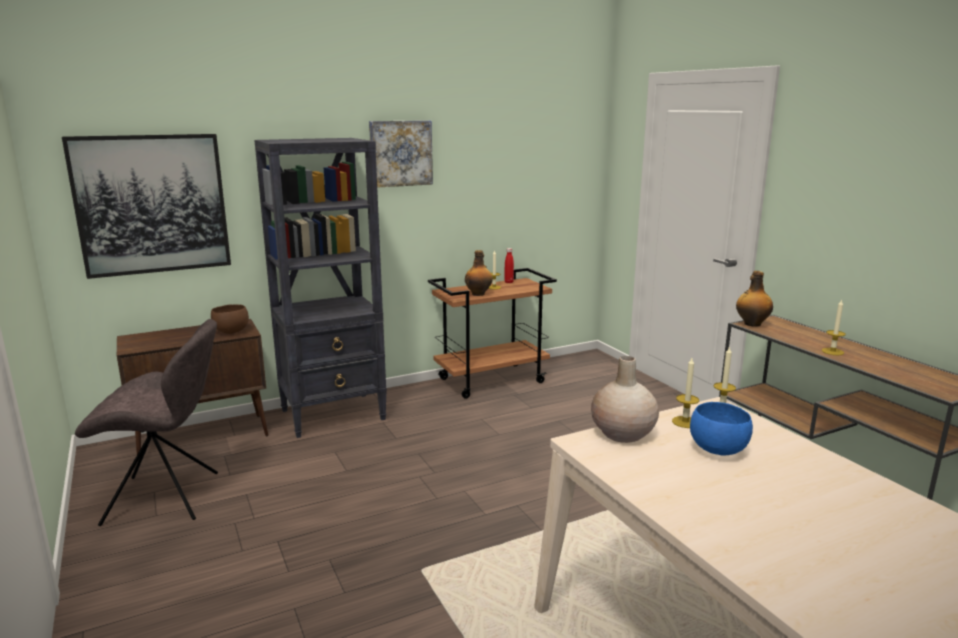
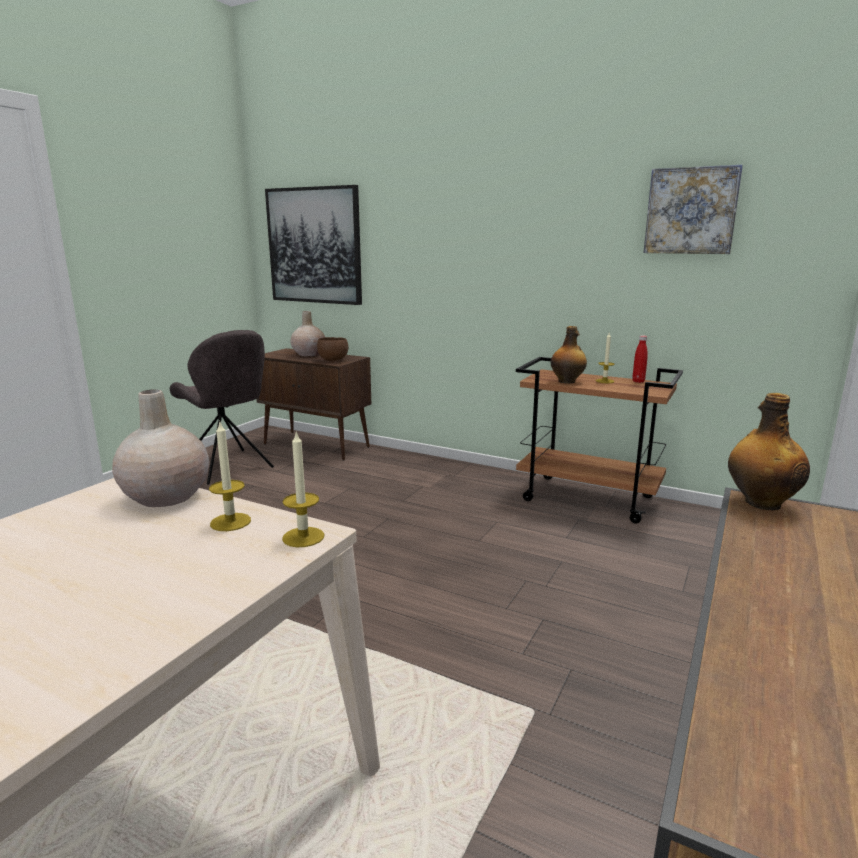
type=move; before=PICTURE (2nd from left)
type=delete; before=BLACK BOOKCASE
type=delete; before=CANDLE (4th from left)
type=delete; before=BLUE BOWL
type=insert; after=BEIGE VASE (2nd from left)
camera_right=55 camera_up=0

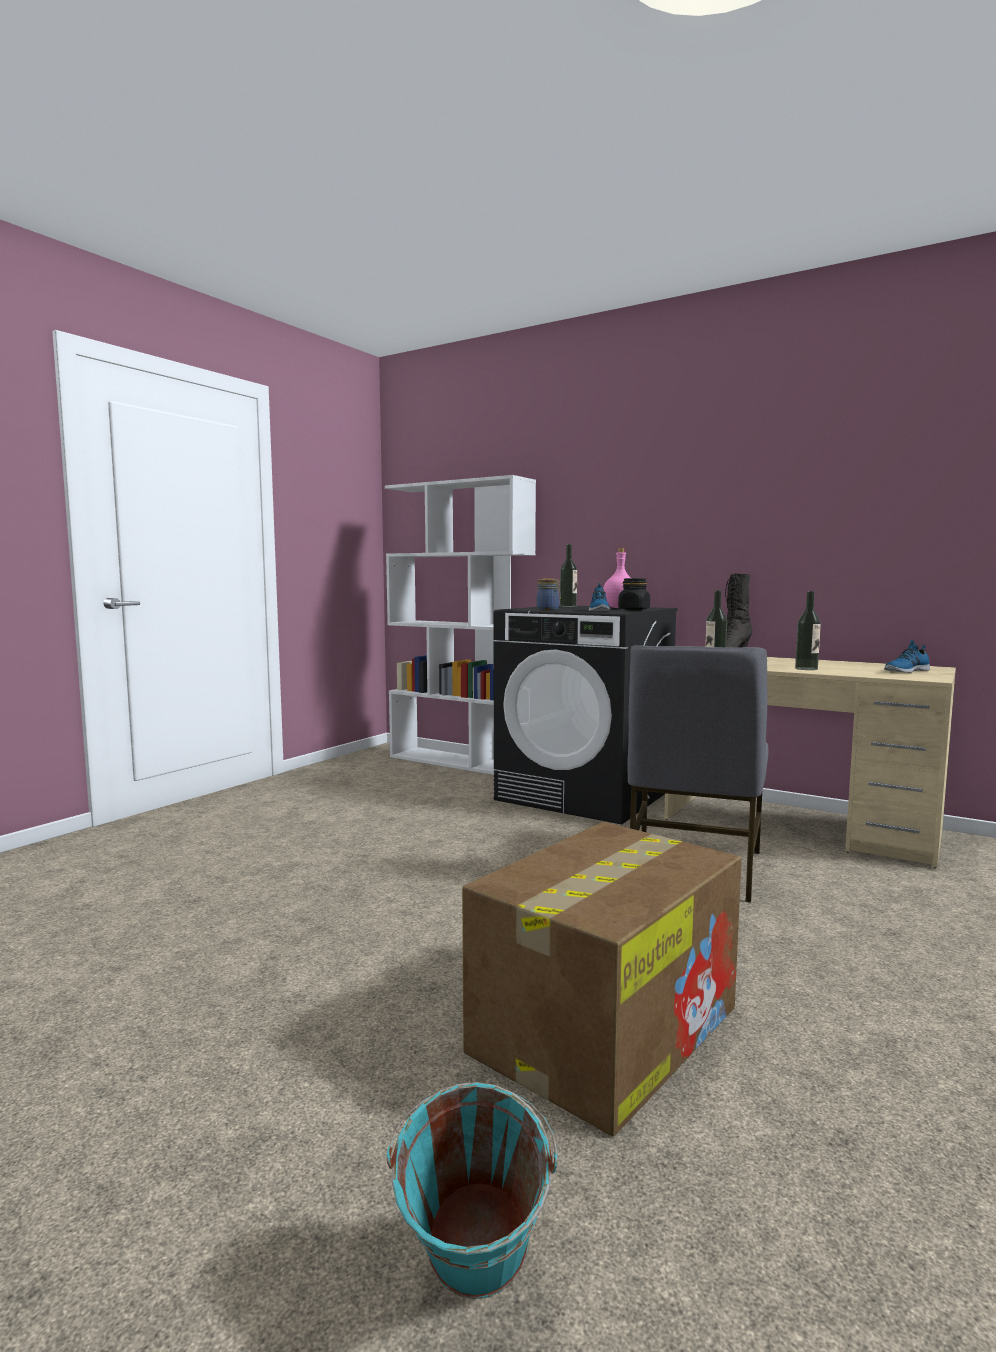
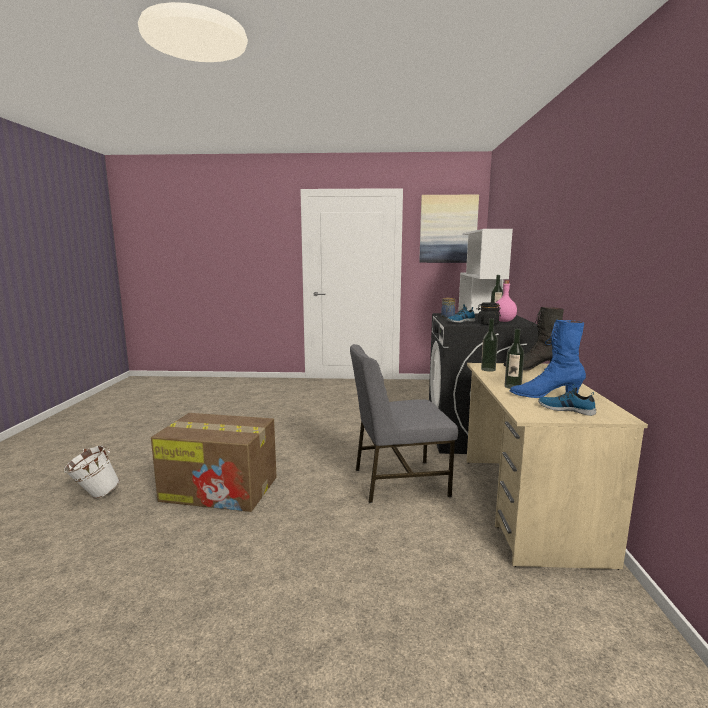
type=recolor; before=TURQUOISE BUCKET; after=WHITE BUCKET
type=insert; after=PICTURE
type=insert; after=BLUE BOOT
camera_right=60 camera_up=5

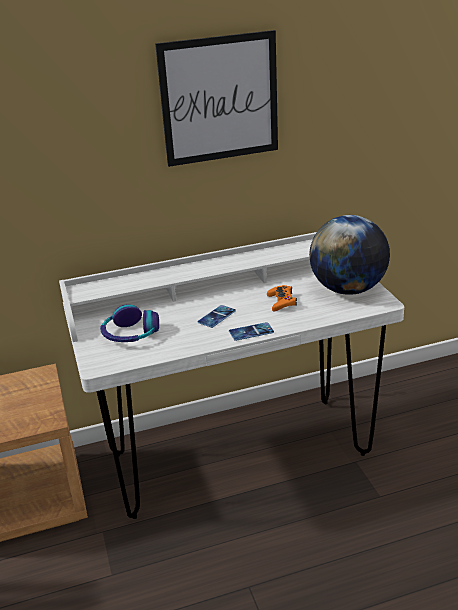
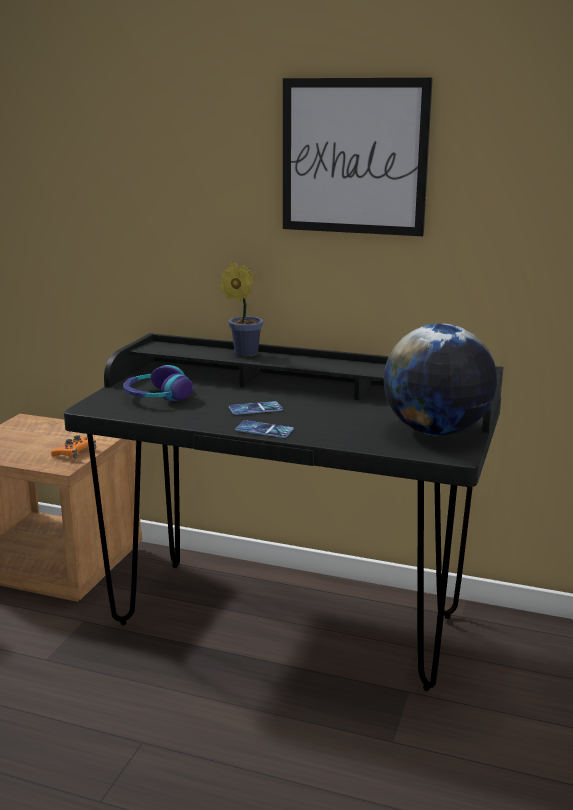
type=recolor; before=WHITE DESK; after=BLACK DESK
type=move; before=ORANGE GAME CONTROLLER
type=insert; after=POTTED PLANT
camera_right=35 camera_up=-10

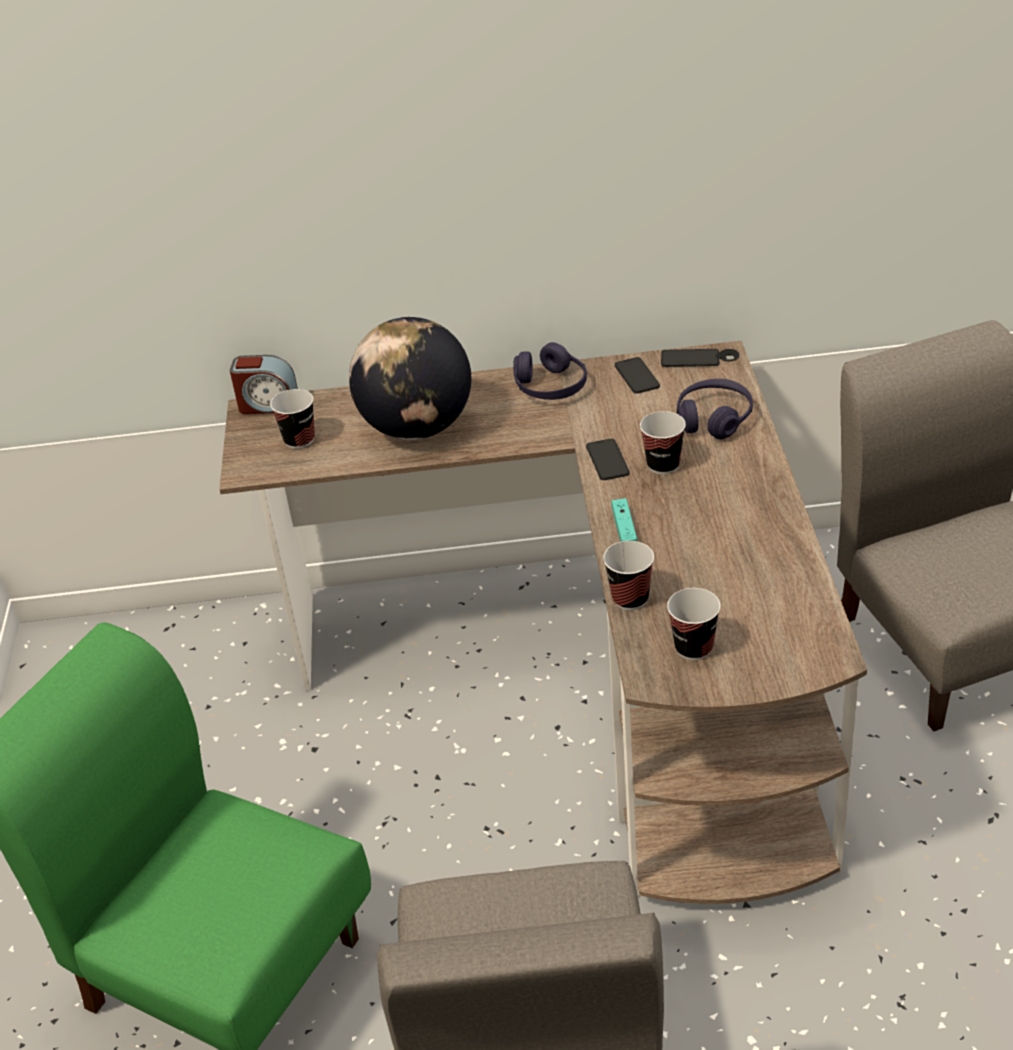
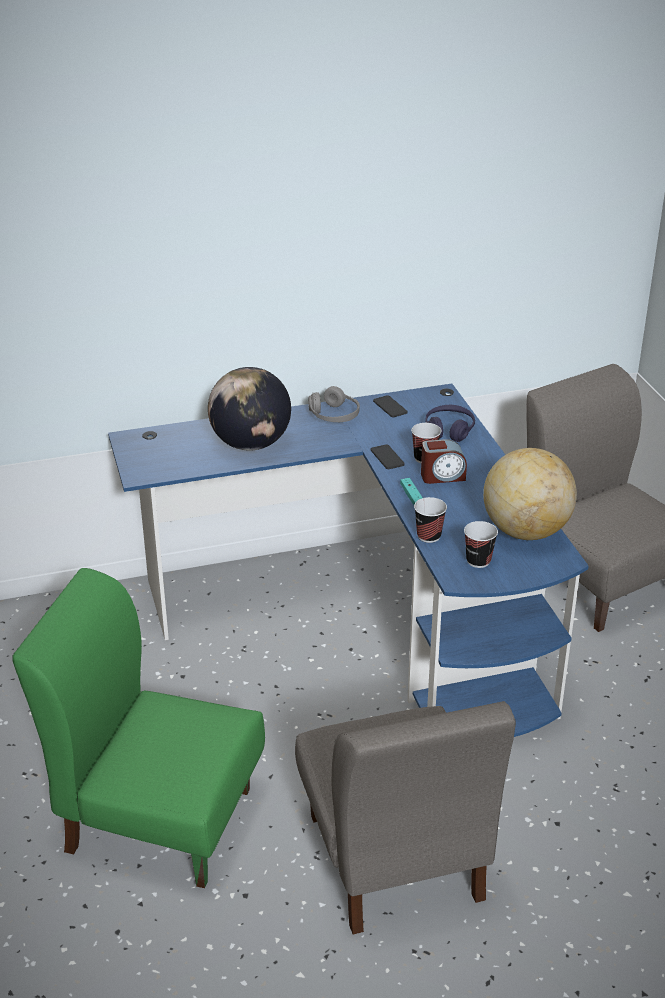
type=recolor; before=BROWN DESK; after=BLUE DESK
type=recolor; before=PURPLE HEADPHONES (1st from left); after=GREY HEADPHONES
type=delete; before=PHONE (3rd from left)
type=move; before=ALARM CLOCK
type=delete; before=CUP (1st from left)
type=insert; after=GLOBE (2nd from left)
camera_right=-15 camera_up=-5

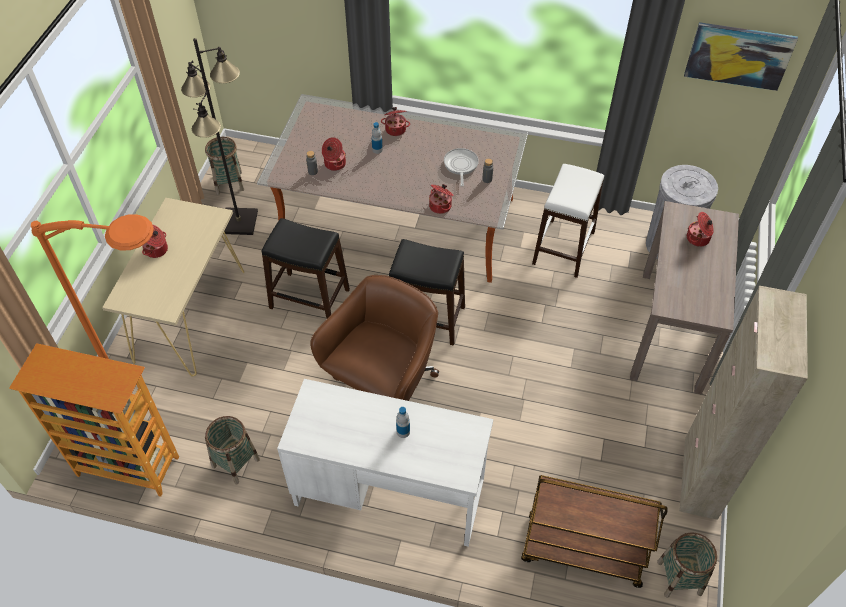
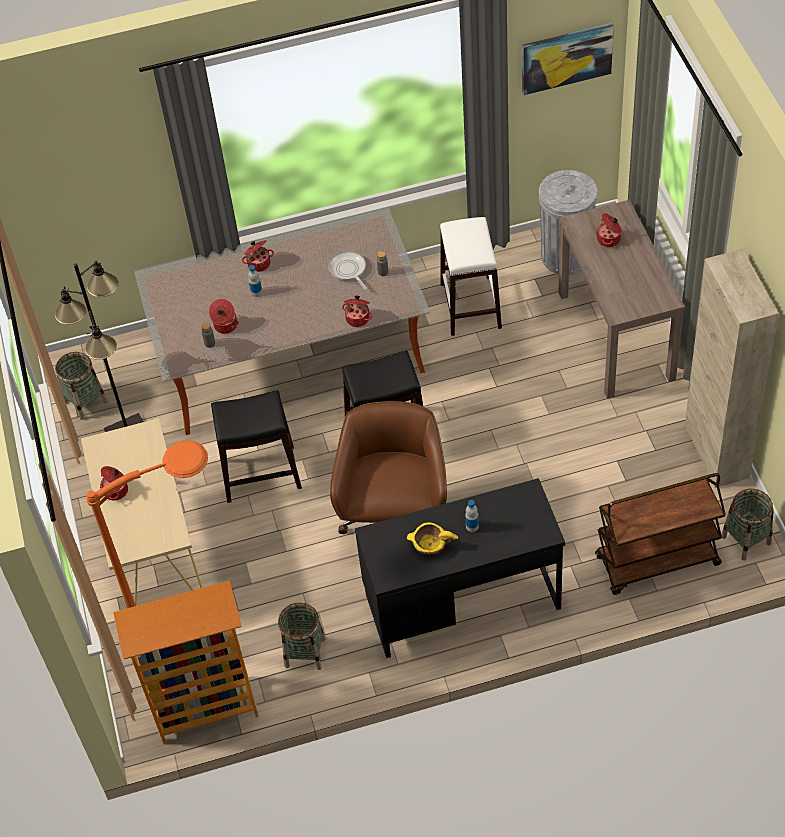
type=recolor; before=WHITE DESK; after=BLACK DESK
type=insert; after=YELLOW BOWL
camera_right=-25 camera_up=0

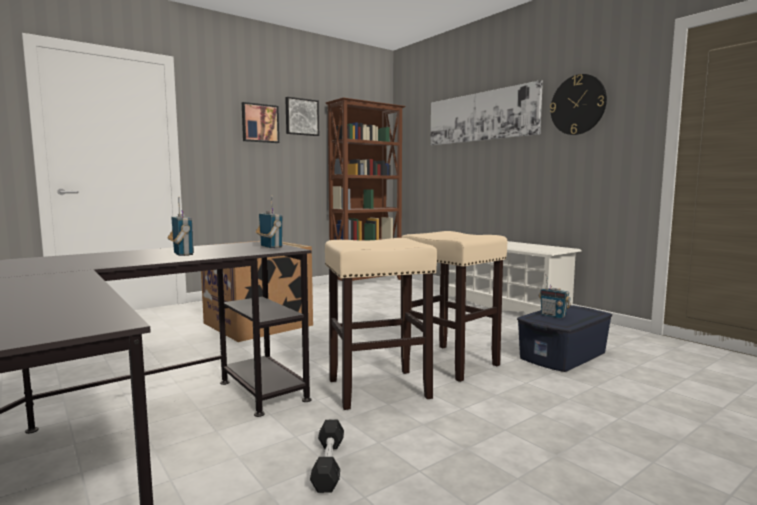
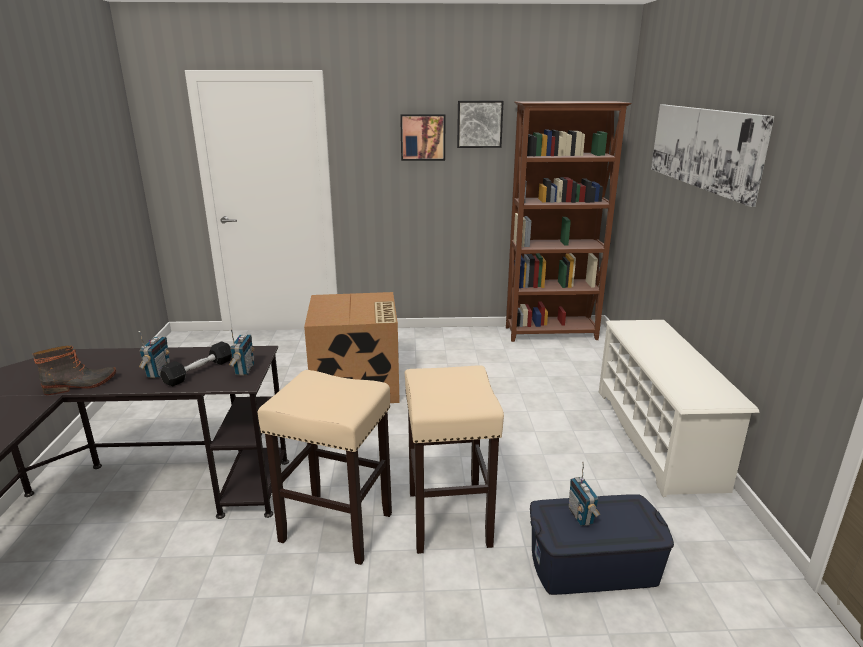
type=delete; before=WALL CLOCK
type=move; before=BLACK DUMBBELL
type=insert; after=BOOT
camera_right=35 camera_up=15

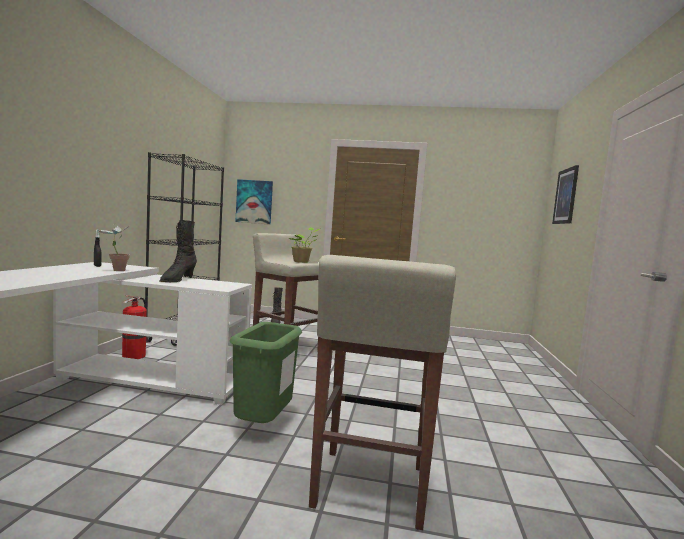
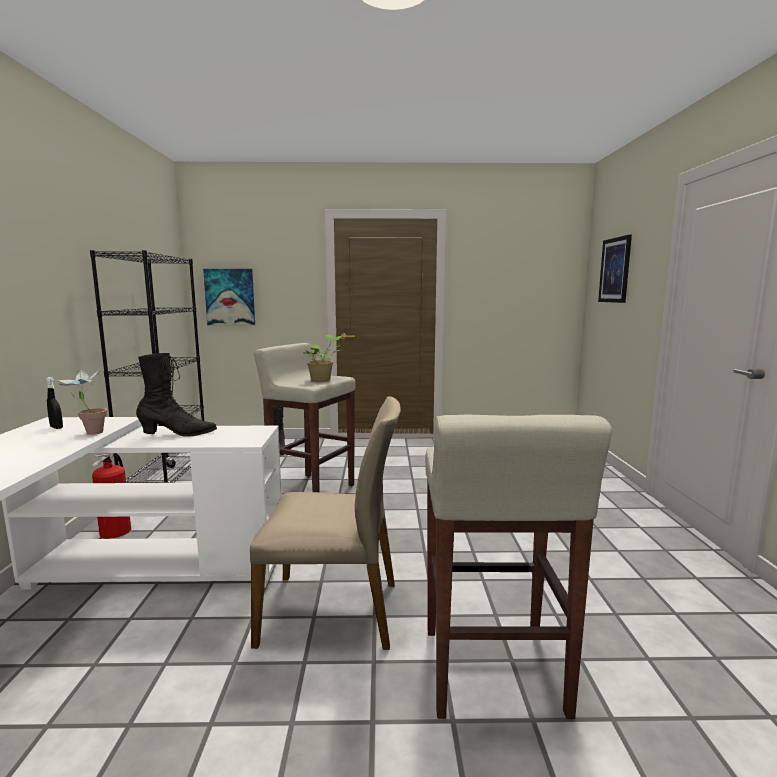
type=rotate; before=BLACK BOOT (1st from left); turn=-105
type=replace; before=GREEN TRASH CAN; after=BEIGE CHAIR
camera_right=-10 camera_up=5

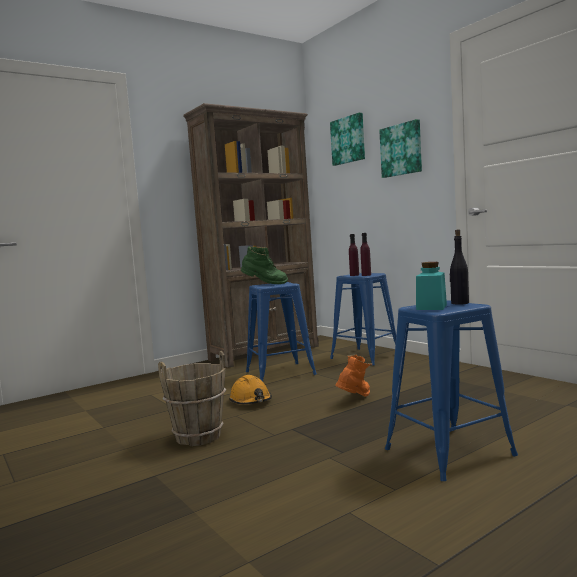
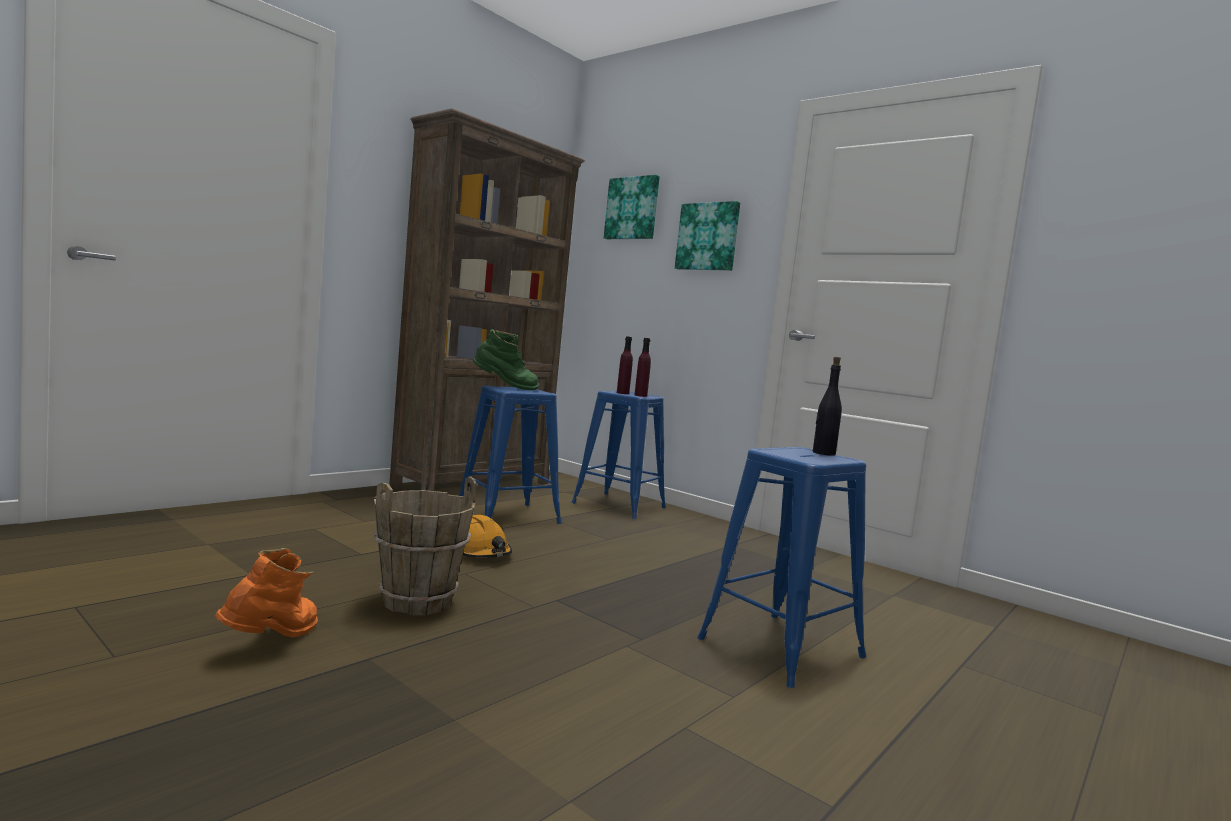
type=delete; before=TURQUOISE JAR
type=move; before=ORANGE BOOT
camera_right=-15 camera_up=0

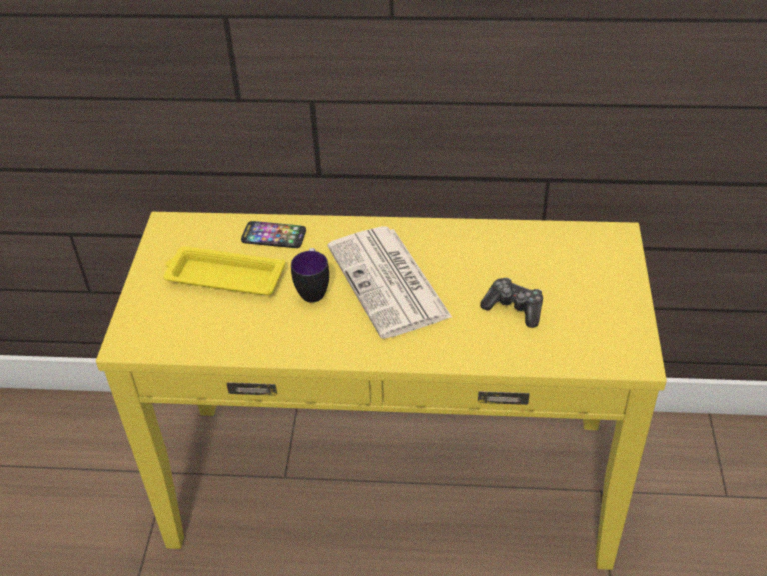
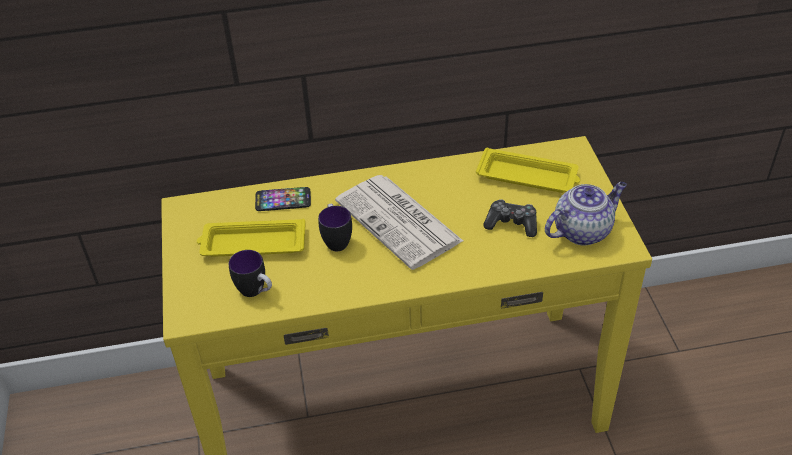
type=insert; after=YELLOW TRAY (2nd from left)
type=insert; after=TEAPOT
type=insert; after=MUG (1st from left)
camera_right=-15 camera_up=0

